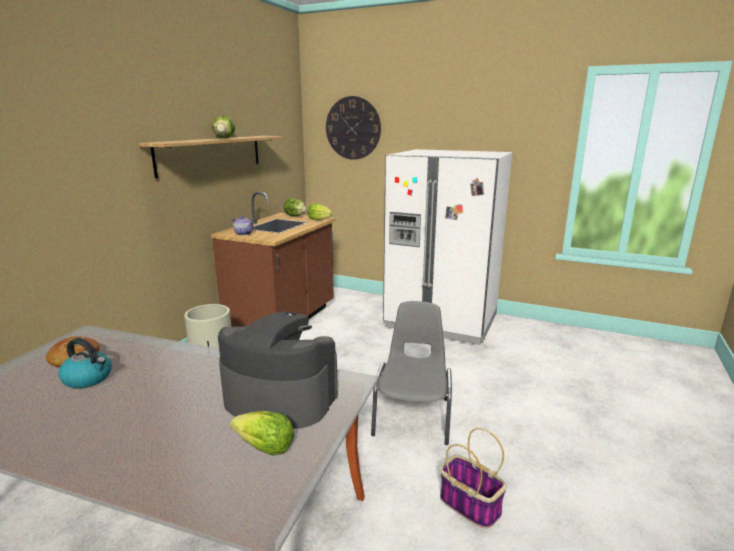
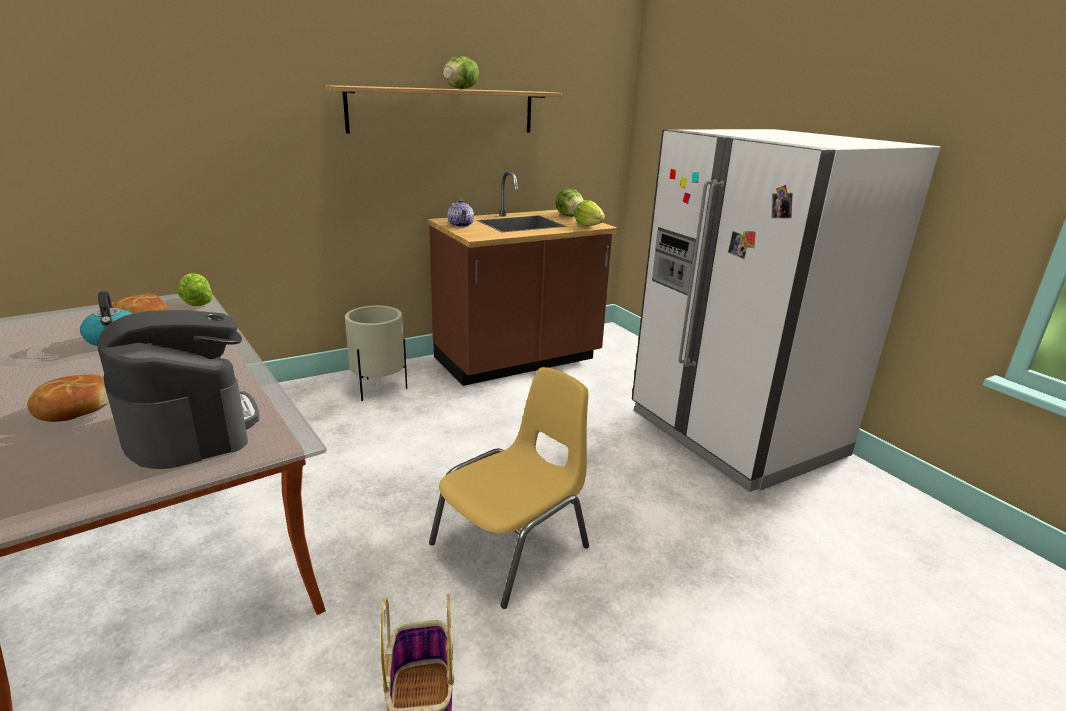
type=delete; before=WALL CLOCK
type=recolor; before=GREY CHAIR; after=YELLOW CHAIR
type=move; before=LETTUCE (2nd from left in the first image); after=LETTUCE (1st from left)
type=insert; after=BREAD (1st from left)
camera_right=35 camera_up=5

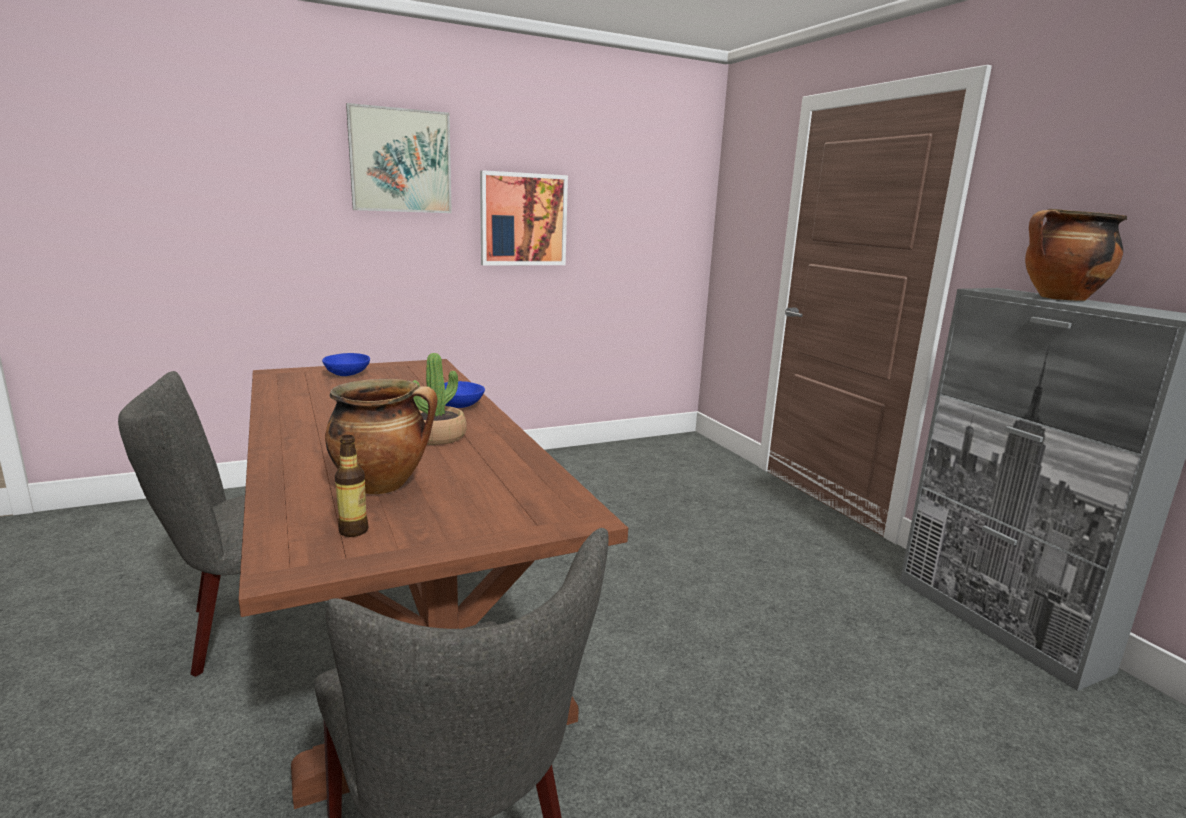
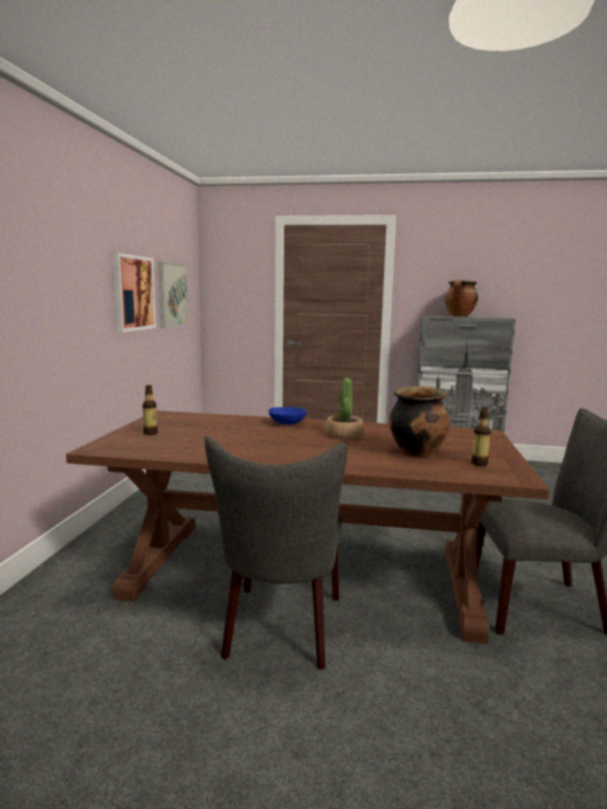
type=move; before=PICTURE (1st from left in the first image); after=PICTURE (2nd from left)
type=replace; before=BLUE BOWL (1st from left); after=BOTTLE (1st from left)
camera_right=-55 camera_up=-5

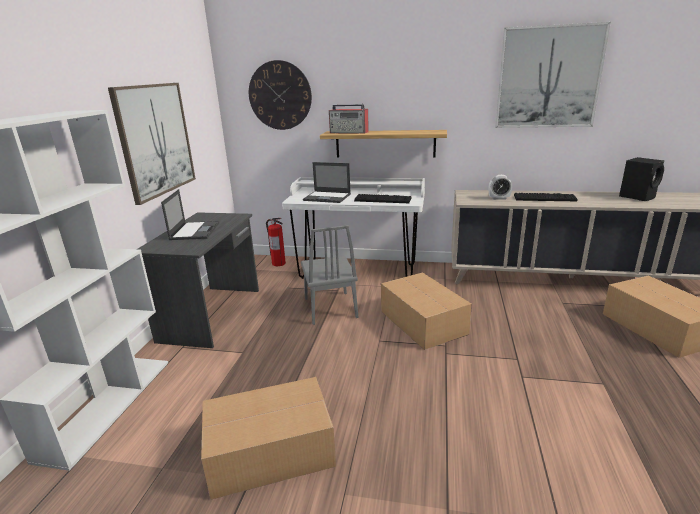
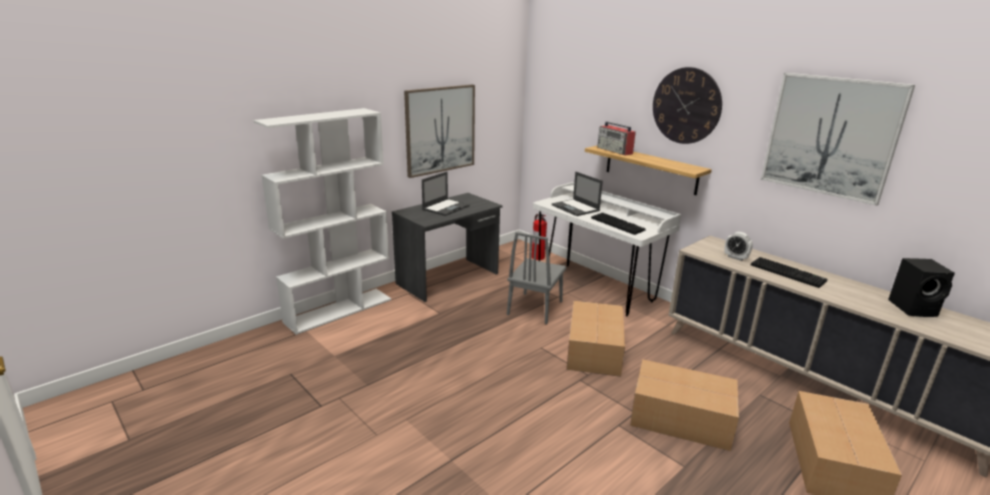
type=move; before=WALL CLOCK
type=move; before=CARDBOARD BOX (1st from left in the first image); after=CARDBOARD BOX (2nd from left)
camera_right=35 camera_up=0

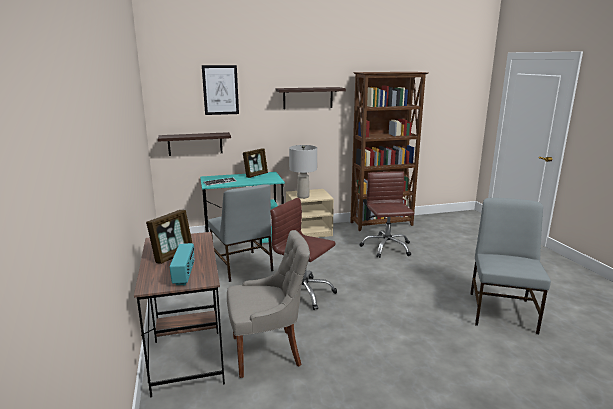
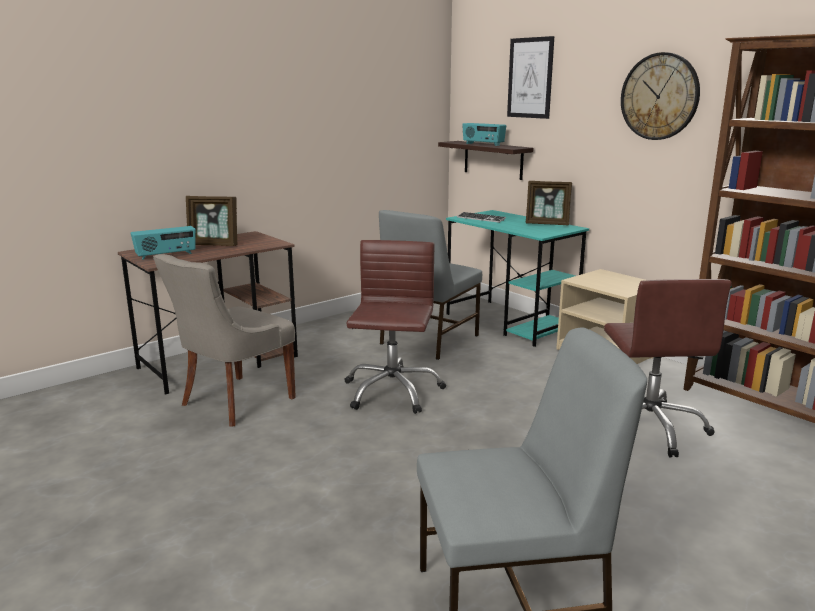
type=replace; before=SHELF (2nd from left); after=WALL CLOCK
type=delete; before=GREY TABLE LAMP
type=rotate; before=BROWN OFFICE CHAIR (2nd from left); turn=120
type=rotate; before=GREY CHAIR (2nd from left in the first image); turn=75
type=insert; after=RADIO (2nd from left)
camera_right=65 camera_up=0

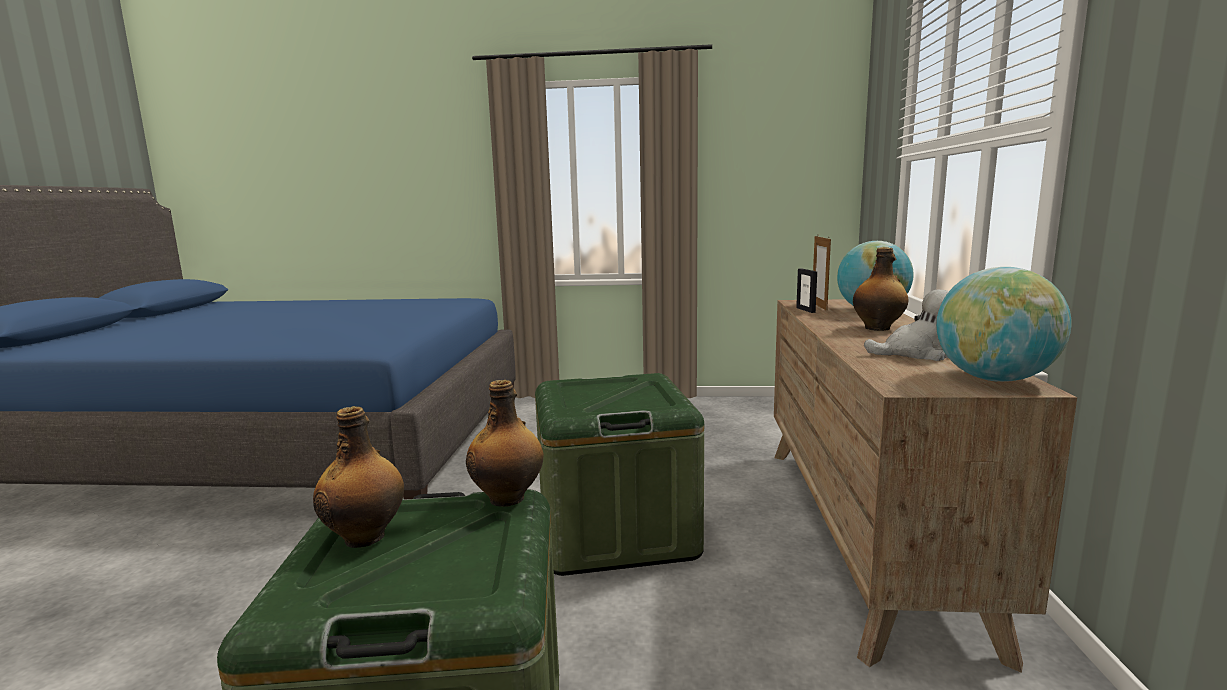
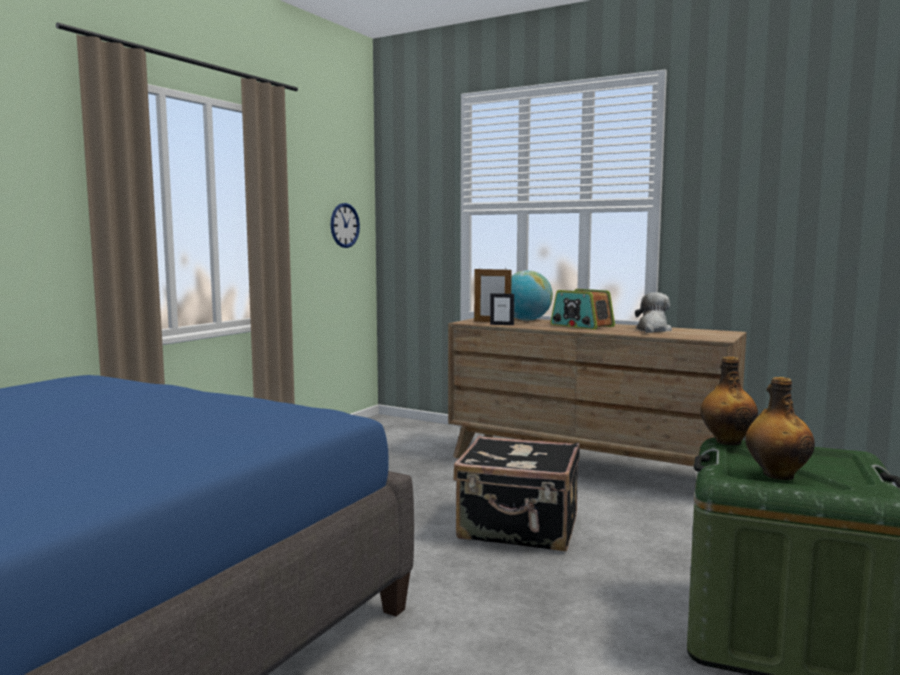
type=replace; before=BOTTLE (3rd from left); after=RADIO
type=delete; before=GLOBE (2nd from left)
type=replace; before=GREEN STORAGE BOX (2nd from left); after=BLACK SUITCASE
type=insert; after=WALL CLOCK
camera_right=-65 camera_up=-5

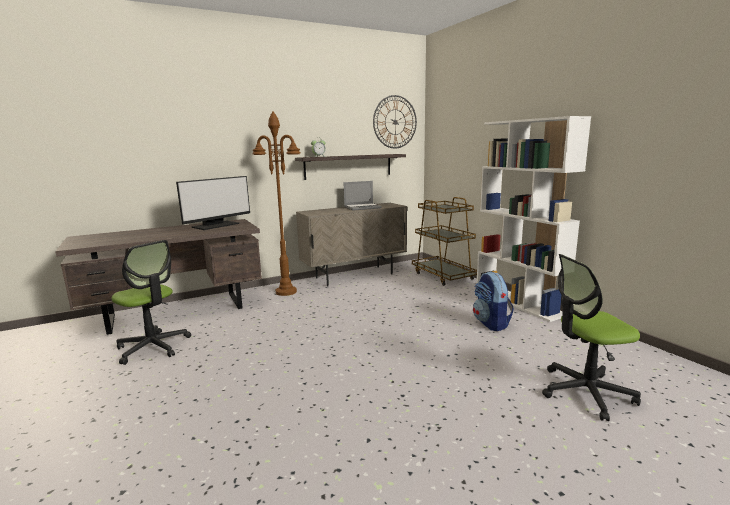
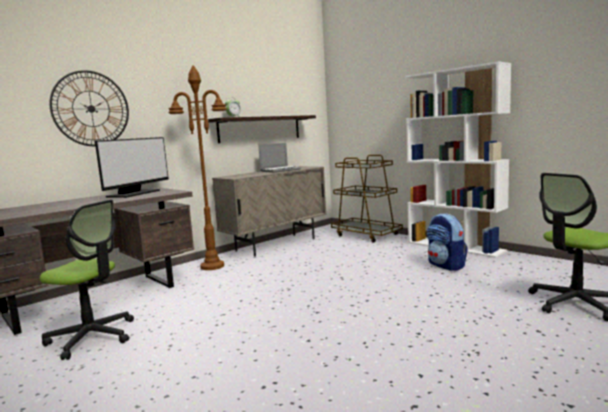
type=move; before=WALL CLOCK
camera_right=-15 camera_up=-5

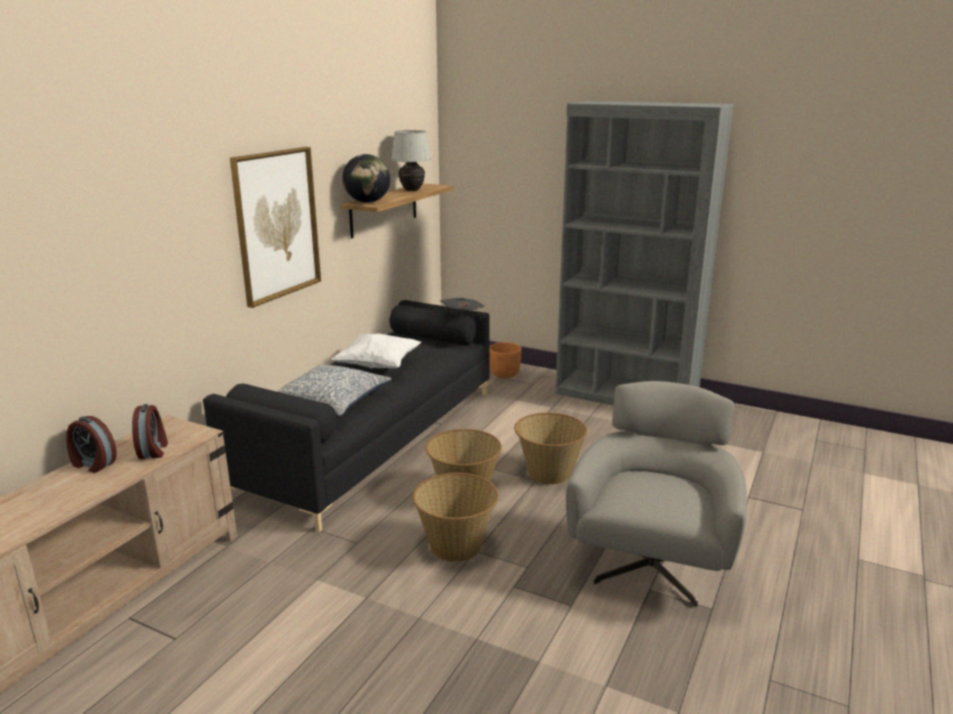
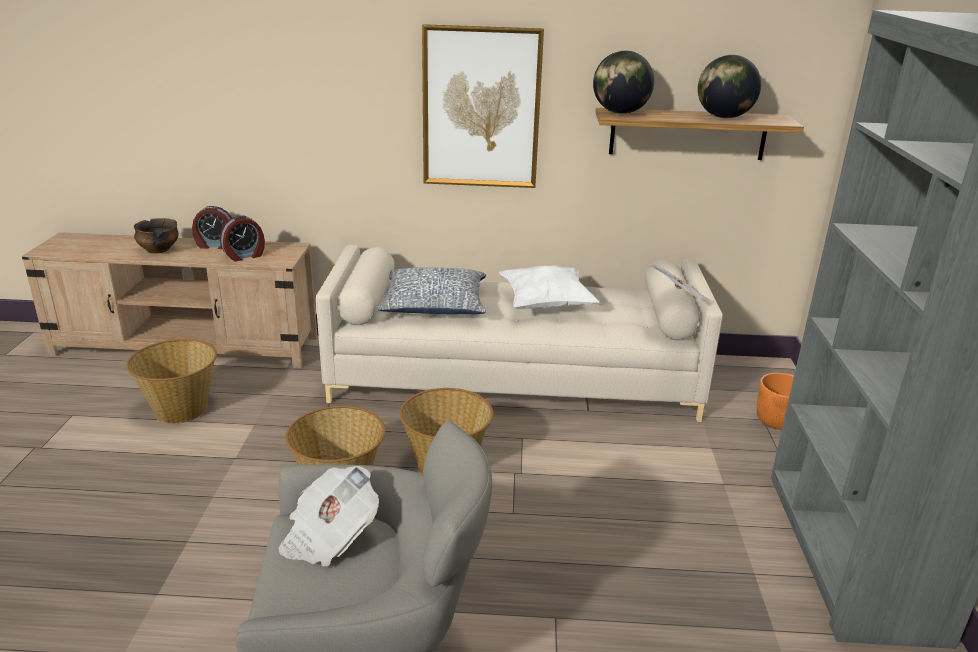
type=replace; before=WHITE TABLE LAMP; after=GLOBE (2nd from left)
type=recolor; before=BLACK SOFA; after=BEIGE SOFA
type=move; before=BASKET (3rd from left in the first image); after=BASKET (1st from left)
type=rotate; before=ALARM CLOCK (1st from left); turn=-90
type=insert; after=BOWL
type=insert; after=NEWSPAPER (1st from left)
camera_right=65 camera_up=5

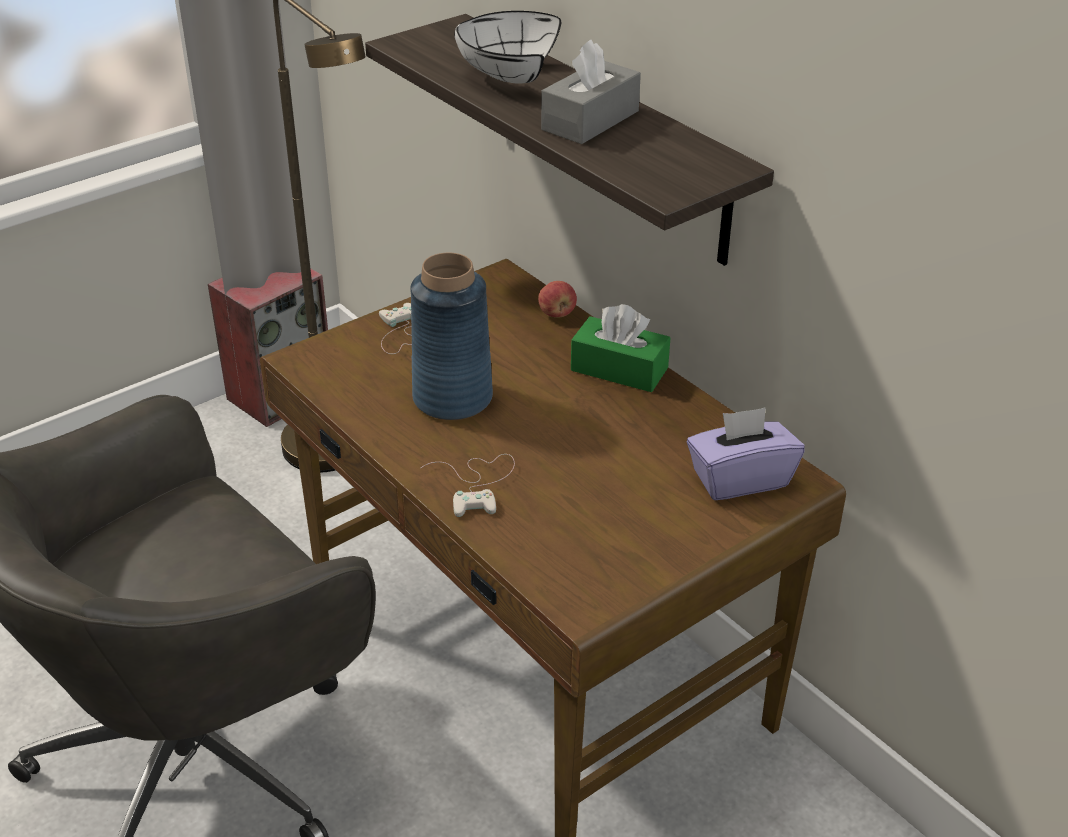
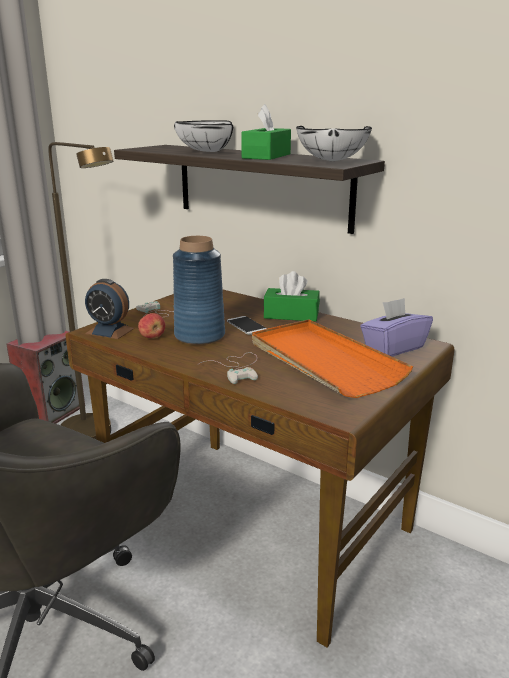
type=recolor; before=GREY TISSUE BOX; after=GREEN TISSUE BOX (1st from left)
type=move; before=APPLE
type=insert; after=WHITE BOWL (2nd from left)
type=insert; after=ALARM CLOCK
type=insert; after=PHONE
type=insert; after=ORANGE TRAY
camera_right=-15 camera_up=-15

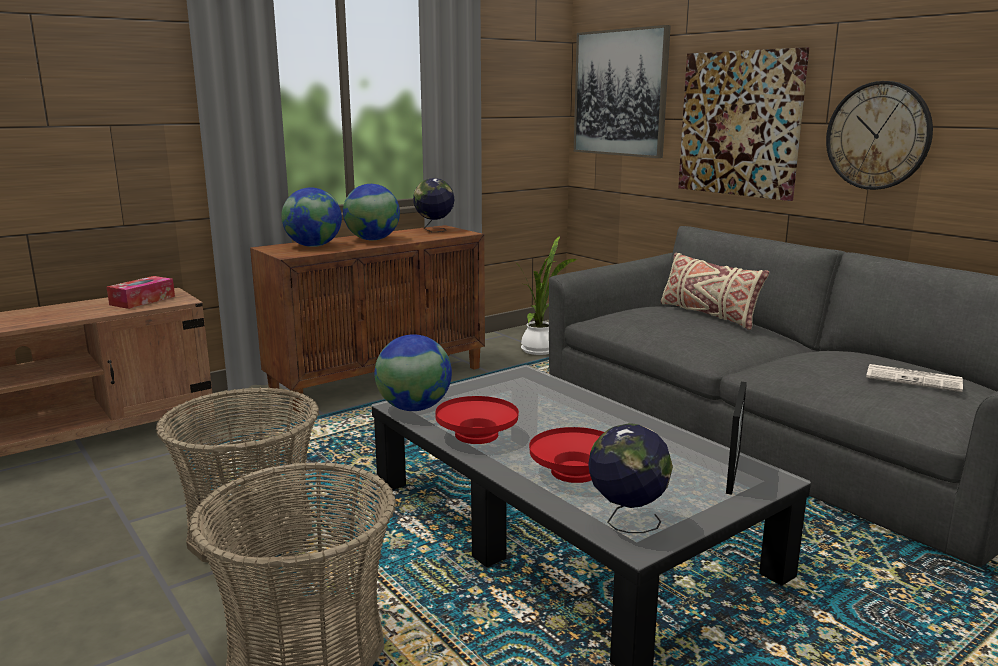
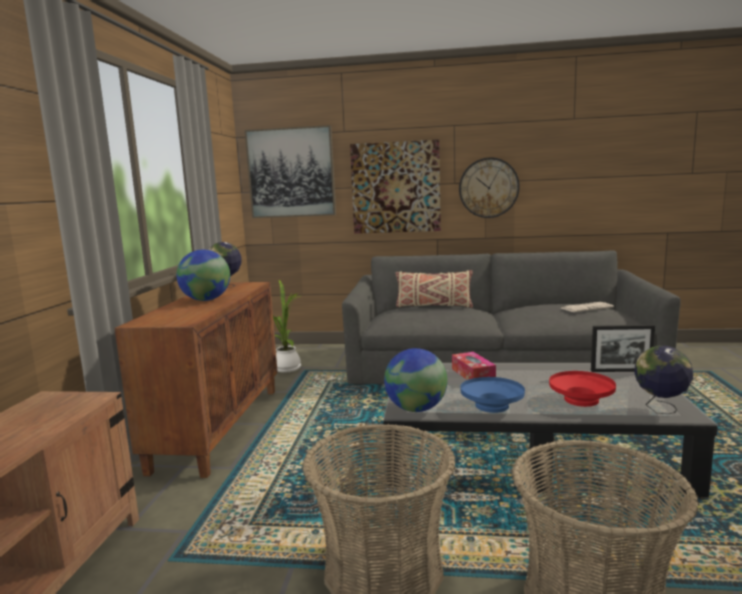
type=delete; before=GLOBE (1st from left)
type=move; before=TISSUE BOX
type=rotate; before=PICTURE FRAME; turn=120
type=recolor; before=RED BOWL (1st from left); after=BLUE BOWL
camera_right=-45 camera_up=-5

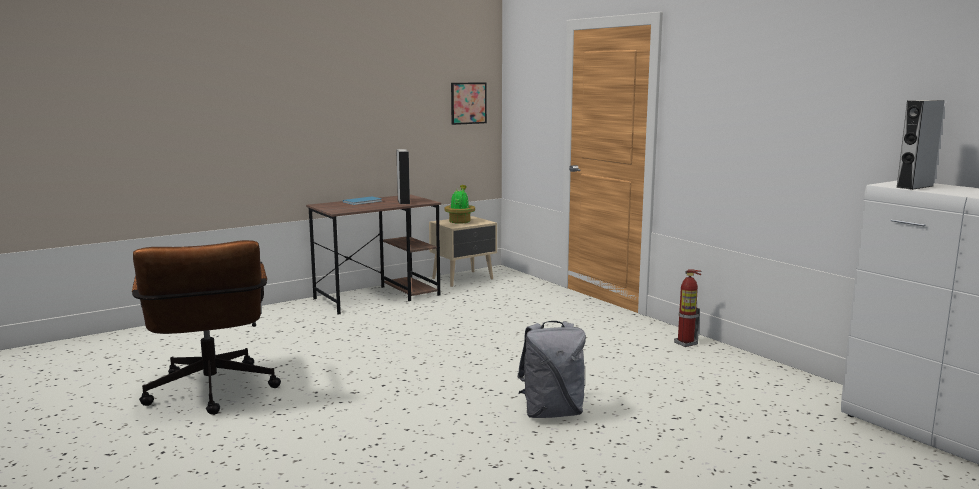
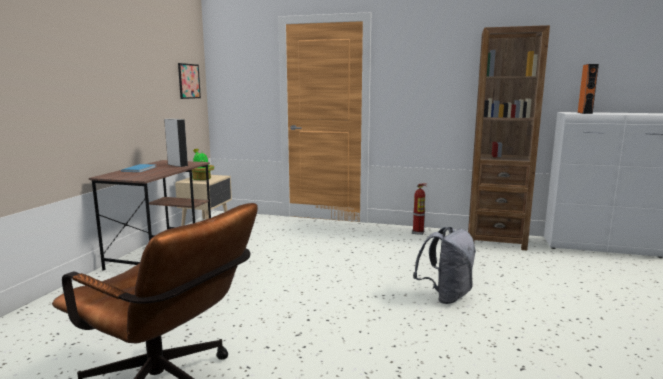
type=recolor; before=GREY SPEAKER (2nd from left); after=ORANGE SPEAKER
type=insert; after=BROWN BOOKCASE
camera_right=-40 camera_up=0

